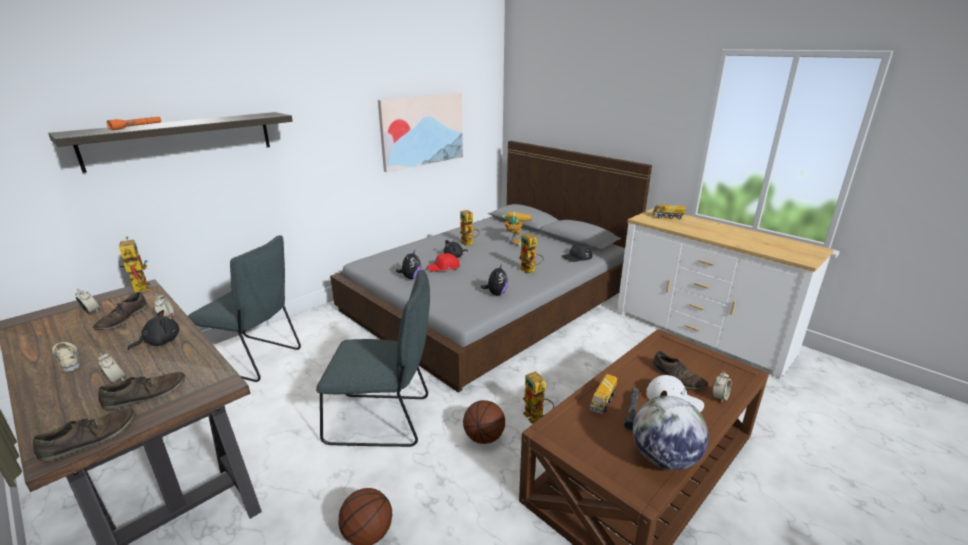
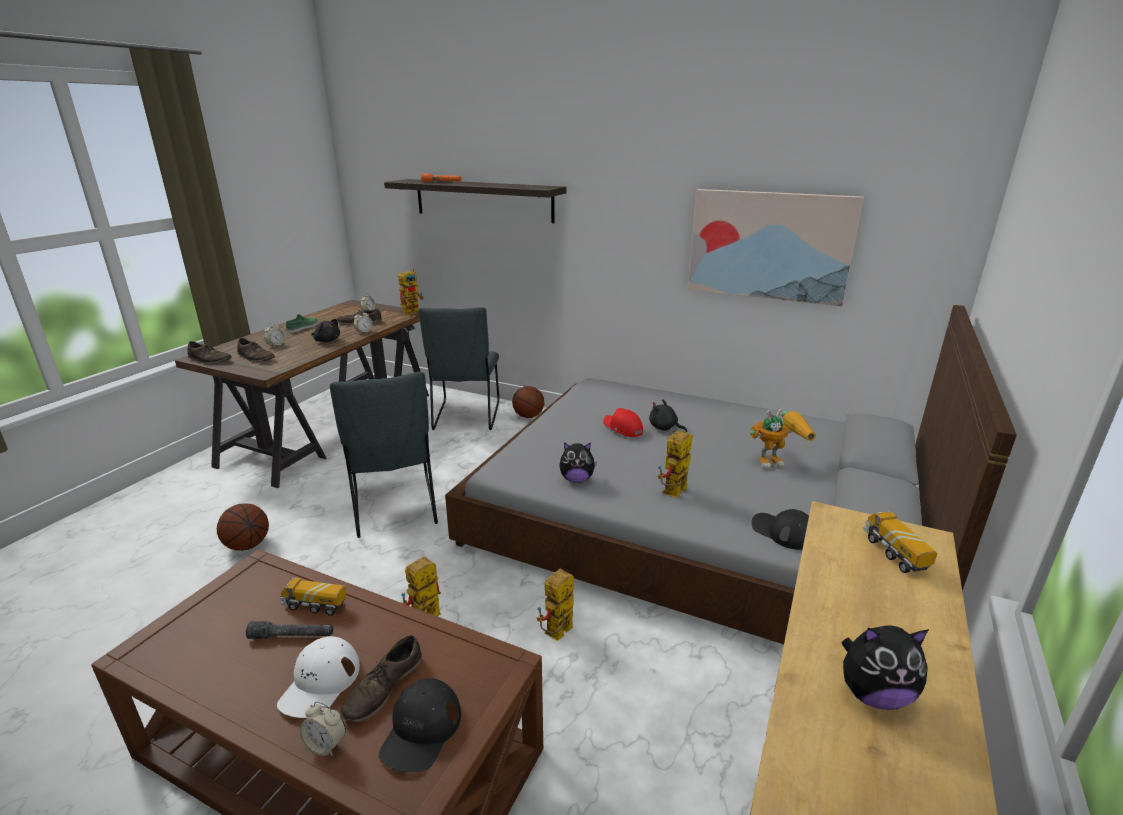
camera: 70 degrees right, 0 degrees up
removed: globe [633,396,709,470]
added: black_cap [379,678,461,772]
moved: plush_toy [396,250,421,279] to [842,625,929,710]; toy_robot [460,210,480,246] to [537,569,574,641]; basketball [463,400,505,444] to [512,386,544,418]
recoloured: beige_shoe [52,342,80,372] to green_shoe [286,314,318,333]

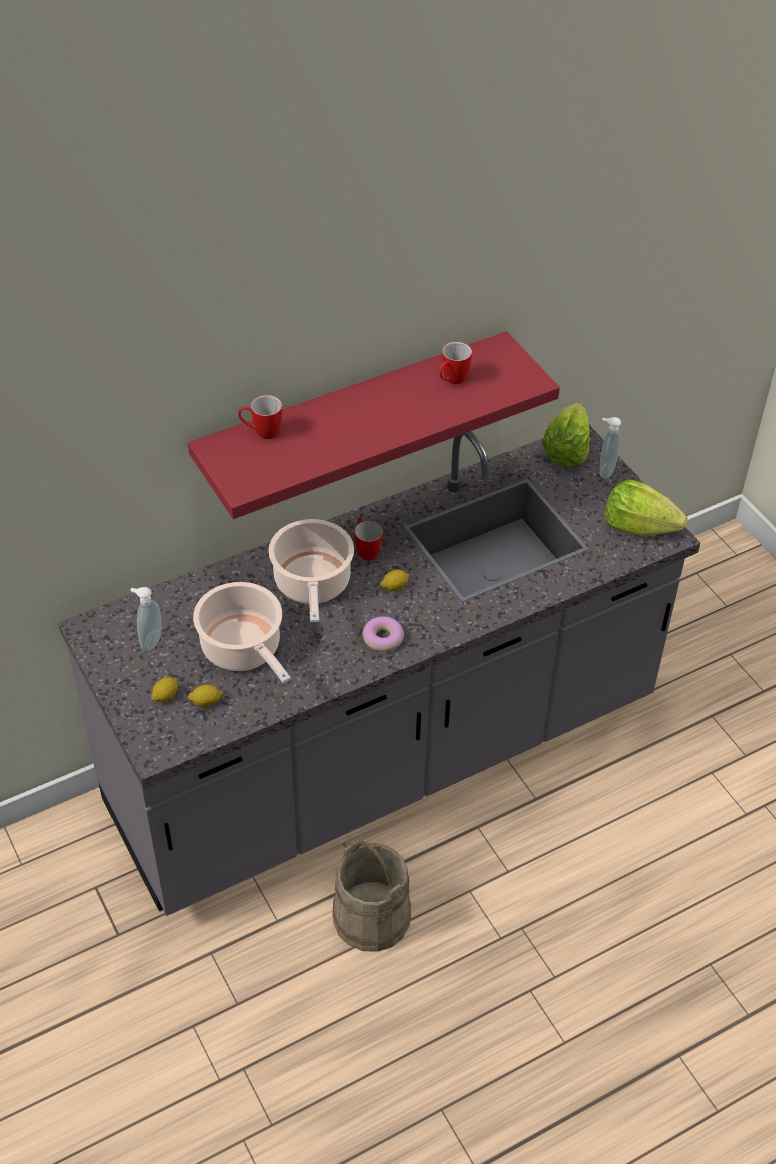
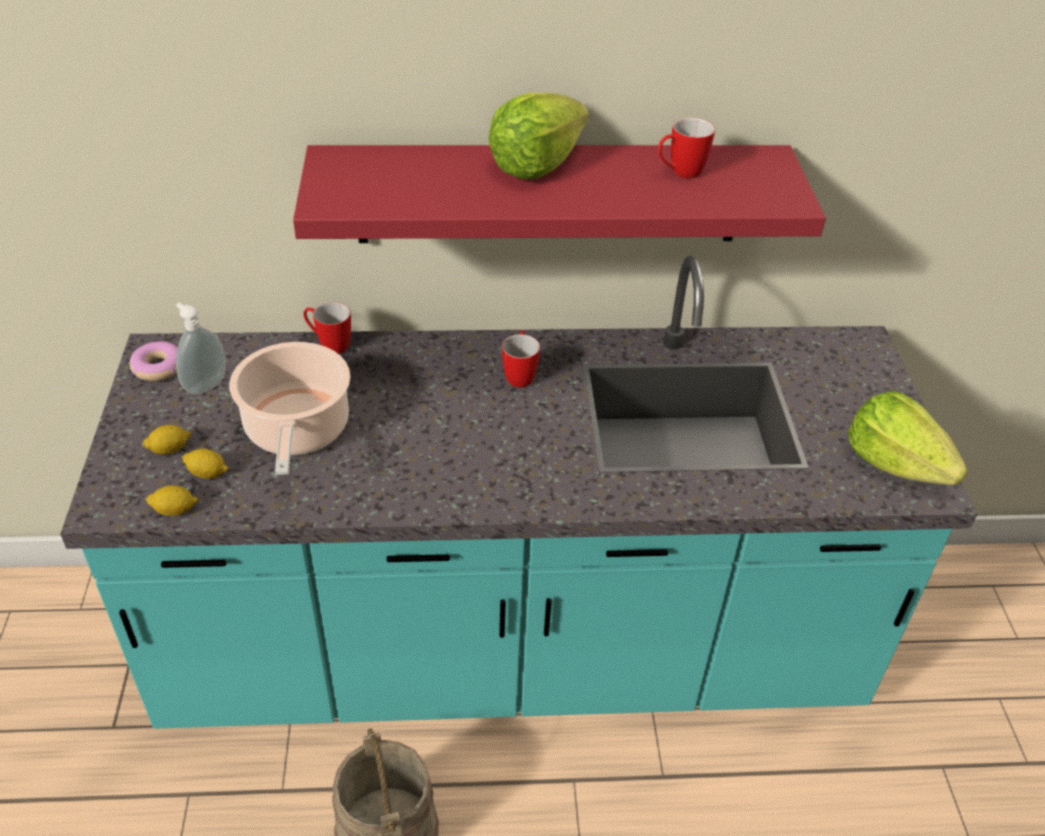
camera: 25 degrees right, 5 degrees down
removed: cooking_pot [268,519,354,622]; soap_dispenser [600,417,621,479]
moved: mug [238,395,282,439] to [304,302,351,354]; donut [362,616,404,652] to [130,341,178,381]; lemon [381,570,409,591] to [145,485,199,516]; lettuce [542,403,590,467] to [488,93,589,180]
recoloured: grey_counter [58,425,700,916] to turquoise_counter [60,256,977,729]

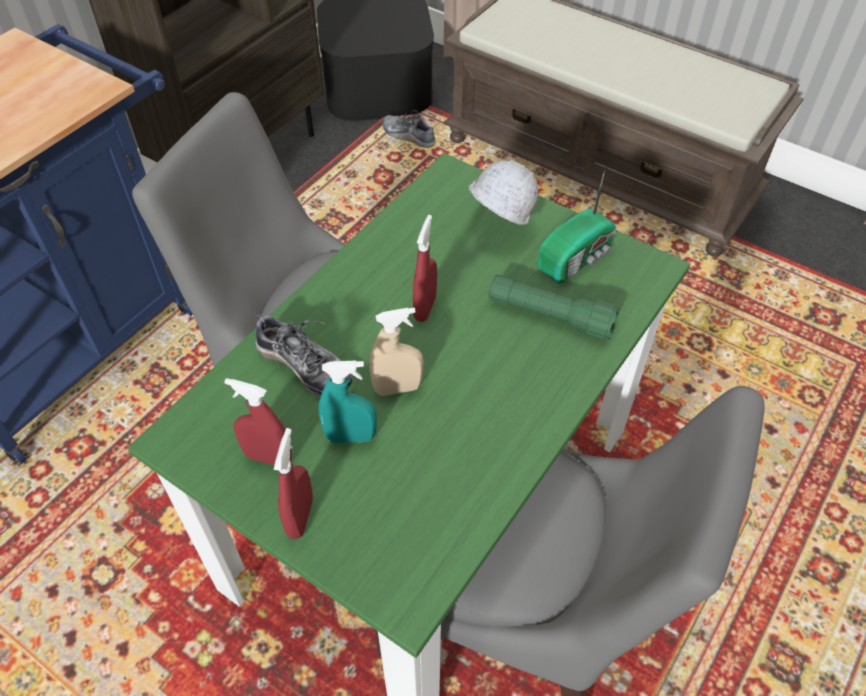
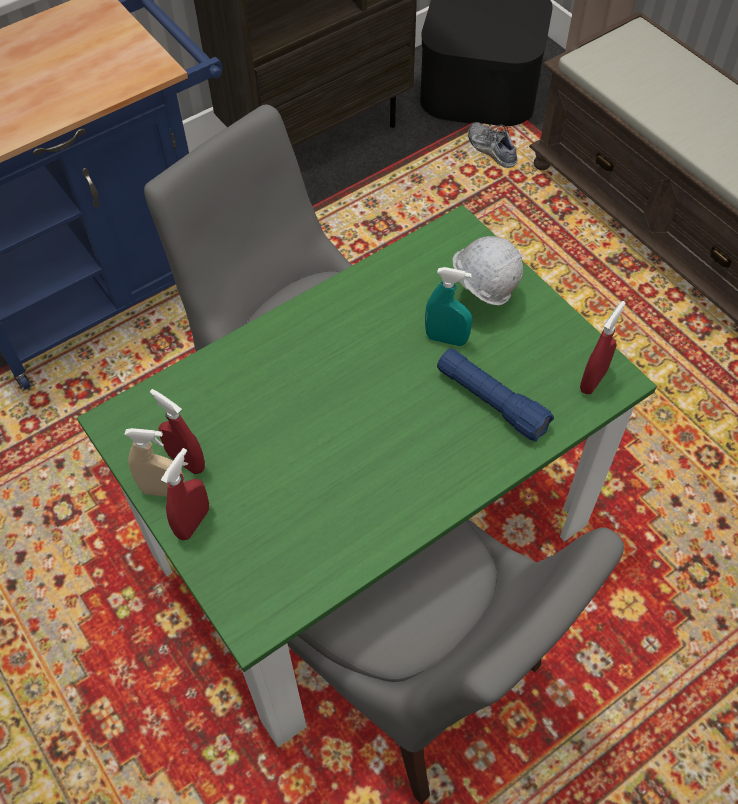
camera: 20 degrees right, 5 degrees up
removed: shoe [255,314,352,397]; radio [538,170,616,284]
moved: turquoise_spray_bottle [318,360,377,443] to [425,267,472,346]; beige_spray_bottle [369,307,424,396] to [124,428,185,497]; red_spray_bottle [413,215,437,322] to [580,301,626,394]
recoloured: green_flashlight [489,275,620,339] to blue_flashlight [437,348,554,442]

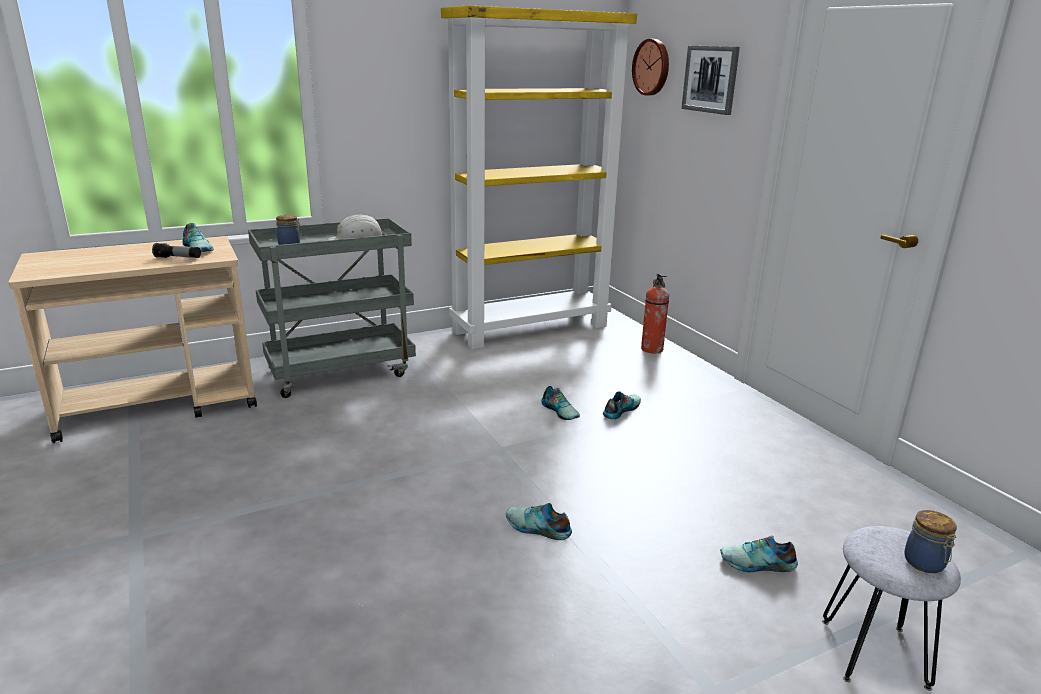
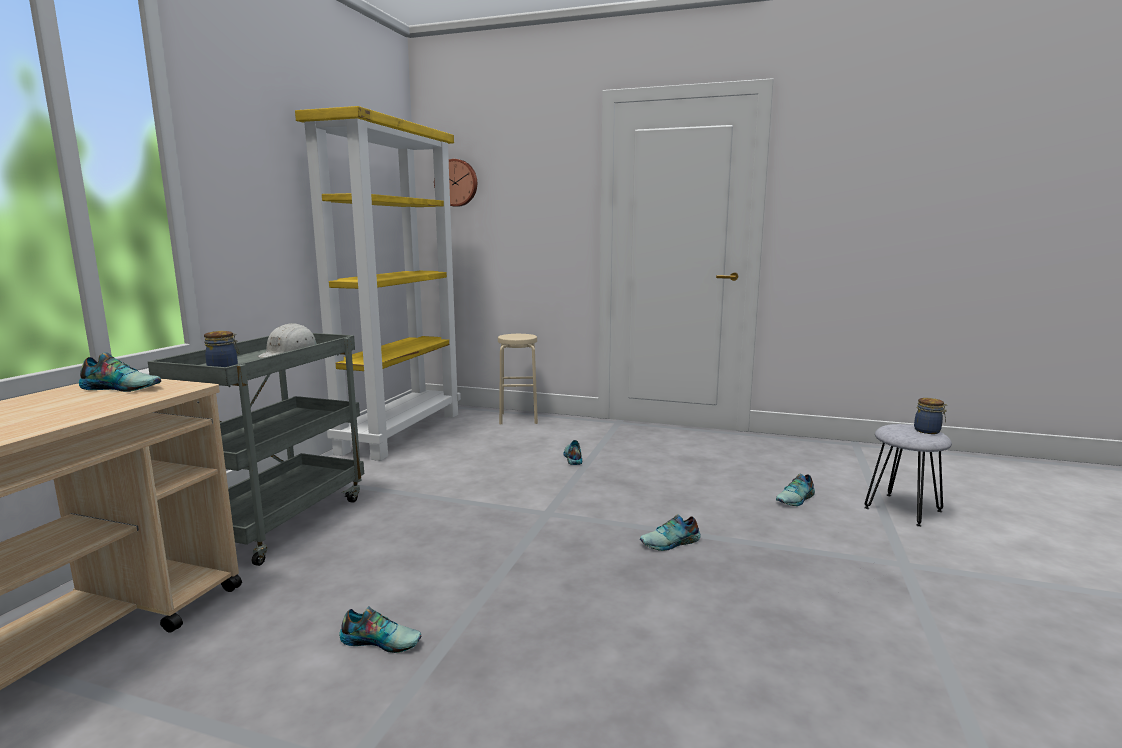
camera: 45 degrees left, 10 degrees down
removed: flashlight [152,243,201,258]; picture [681,46,740,115]
moved: shoe [541,386,580,420] to [339,606,422,653]
replaced: fire_extinguisher [641,274,669,353] to beige_stool [498,334,538,424]

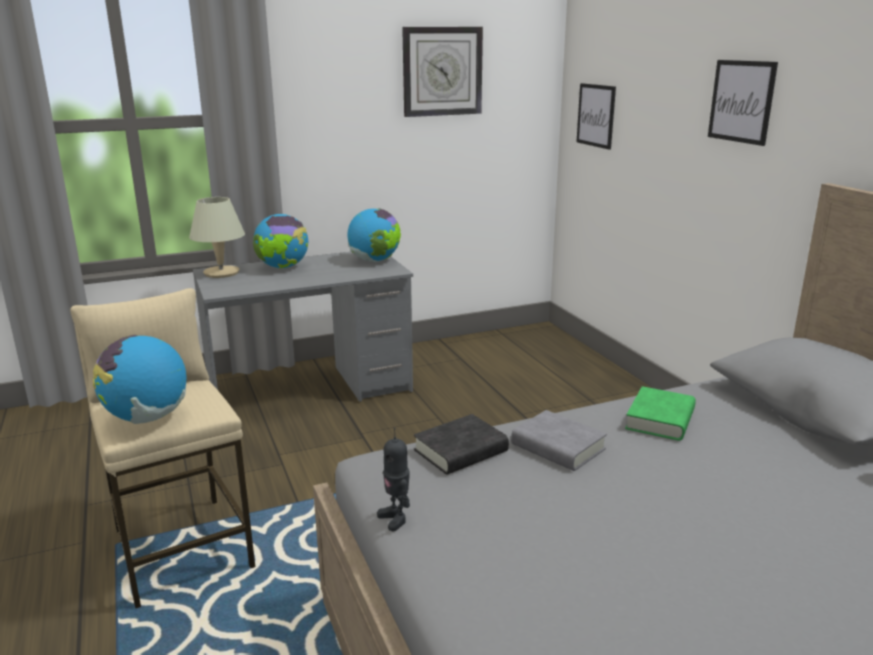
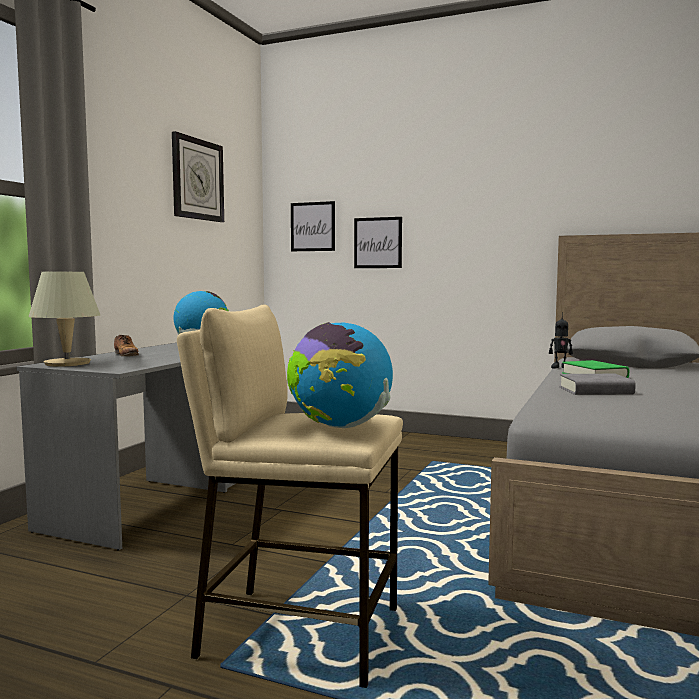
camera: 45 degrees left, 15 degrees down
removed: black_book [414,414,509,475]
moved: toy_robot [377,428,410,532] to [549,312,573,369]; picture [708,60,778,146] to [354,217,402,268]
replaced: globe [253,214,308,269] to shoe [114,335,139,356]

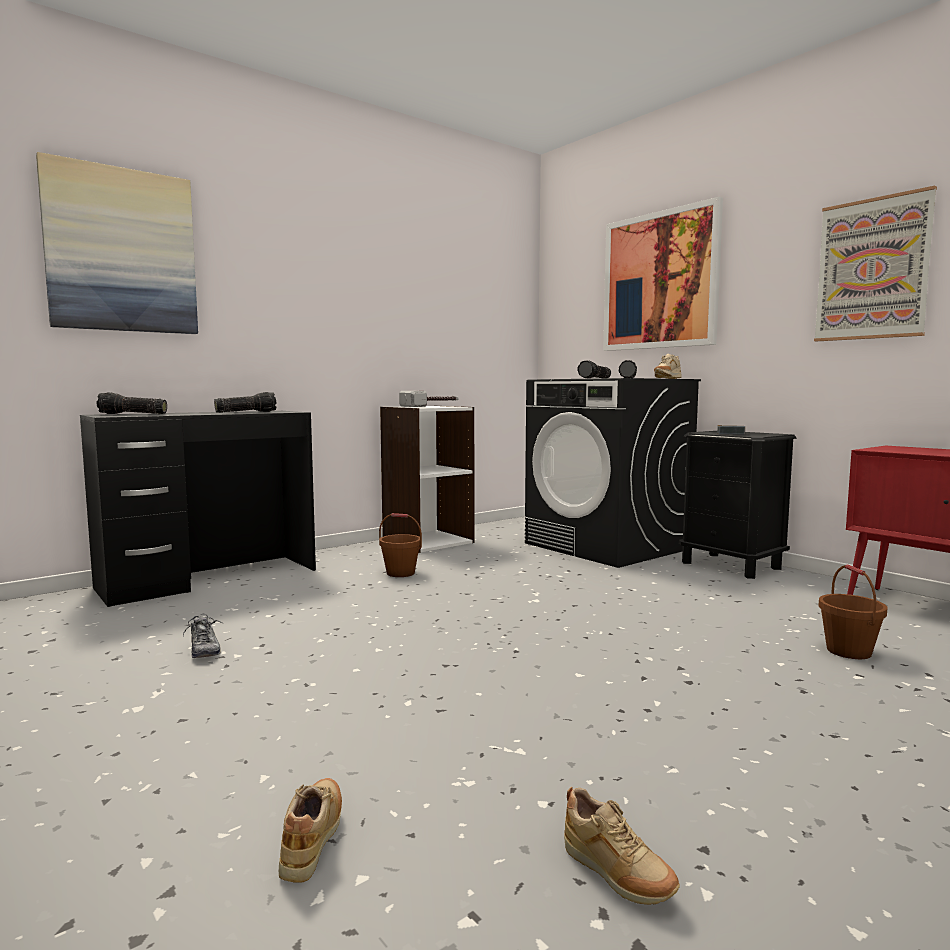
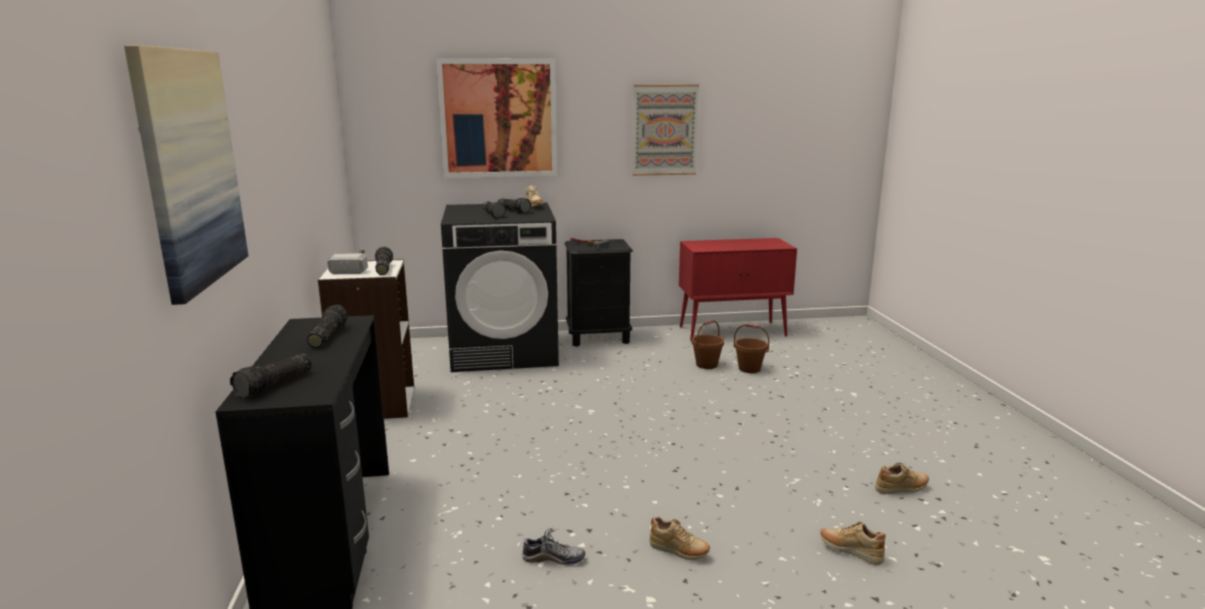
camera: 60 degrees left, 10 degrees up
added: flashlight [375,247,393,275]; beige_shoe [650,517,710,560]
moved: brown_bucket [379,513,422,577] to [692,320,724,369]

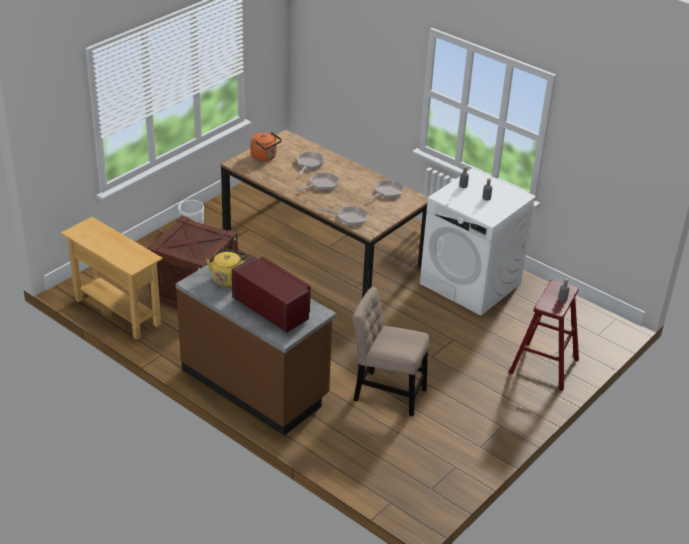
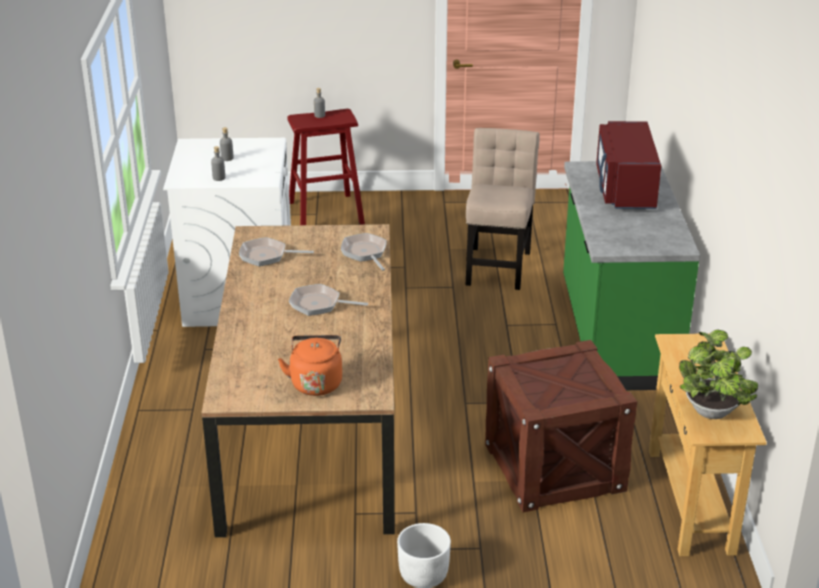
camera: 130 degrees left, 5 degrees down
removed: yellow_kettle [206,248,247,287]; frying_pan [297,152,324,175]
added: potted_plant [679,330,758,419]
recoloured: brown_counter [175,260,336,435] to green_counter [563,161,700,390]
turned: beige_chair [352,287,429,417] = [466,128,540,290] 150 degrees counterclockwise

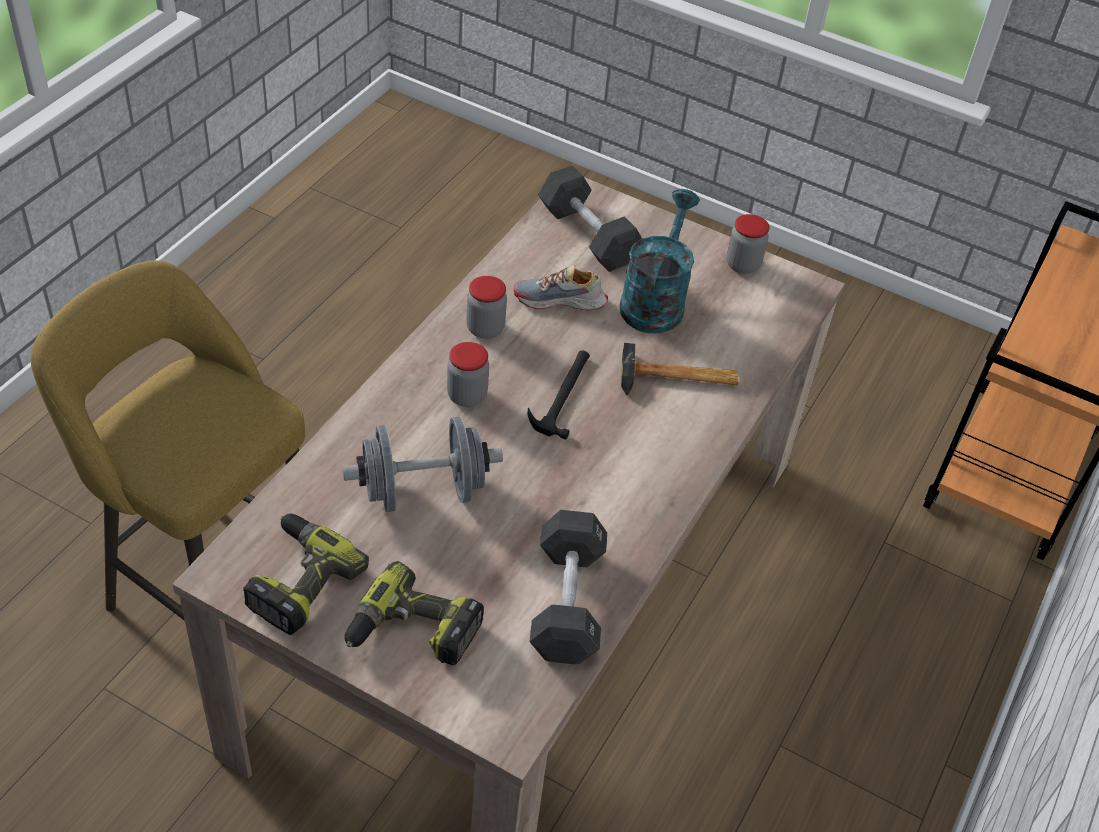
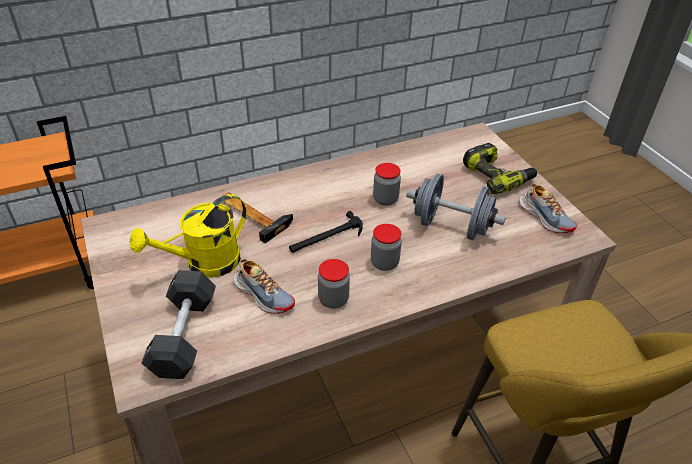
camera: 140 degrees left, 5 degrees down
removed: black_dumbbell [530,510,607,664]
moved: jar [726,214,769,274] to [373,163,401,206]
replaced: power_drill [243,514,369,635] to shoe [519,184,577,234]
recoloured: turquoise_watering_can [620,189,700,333] to yellow_watering_can [129,194,246,278]

